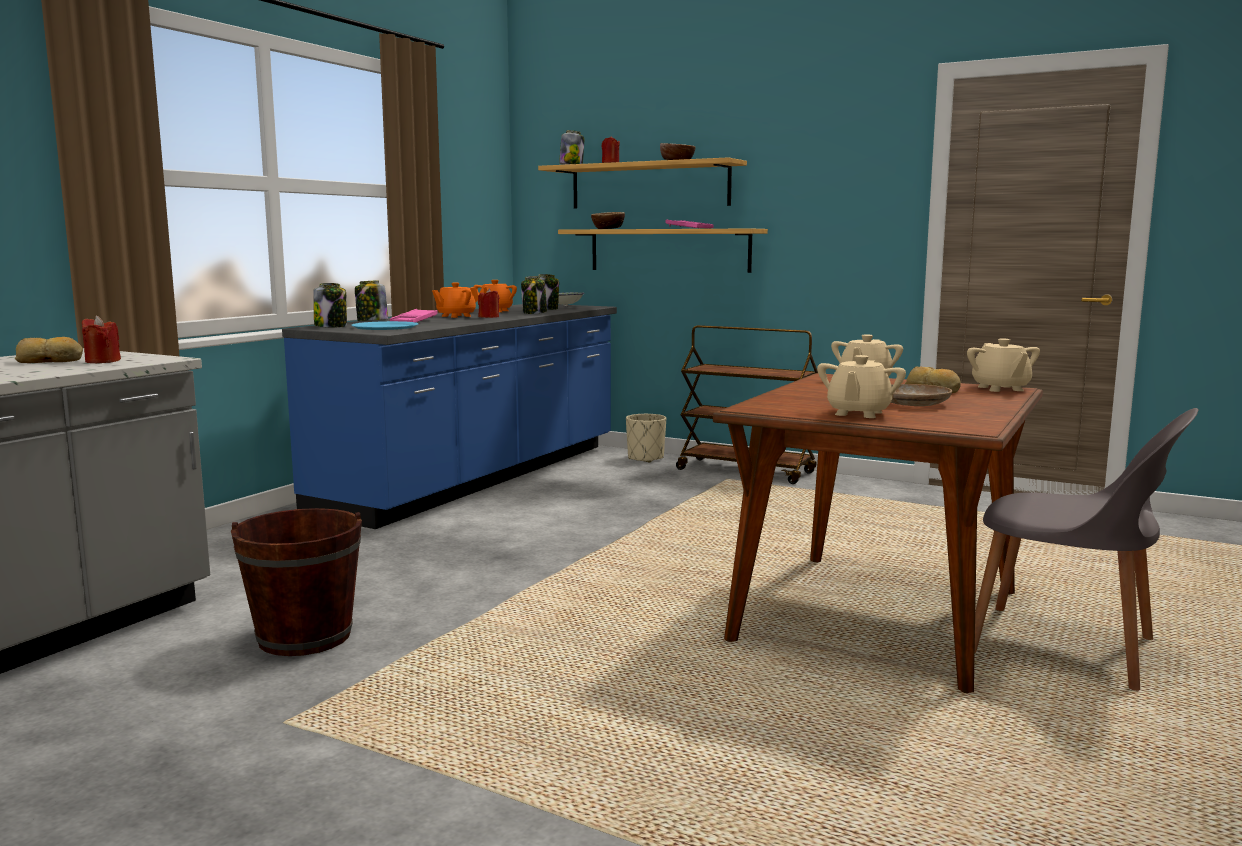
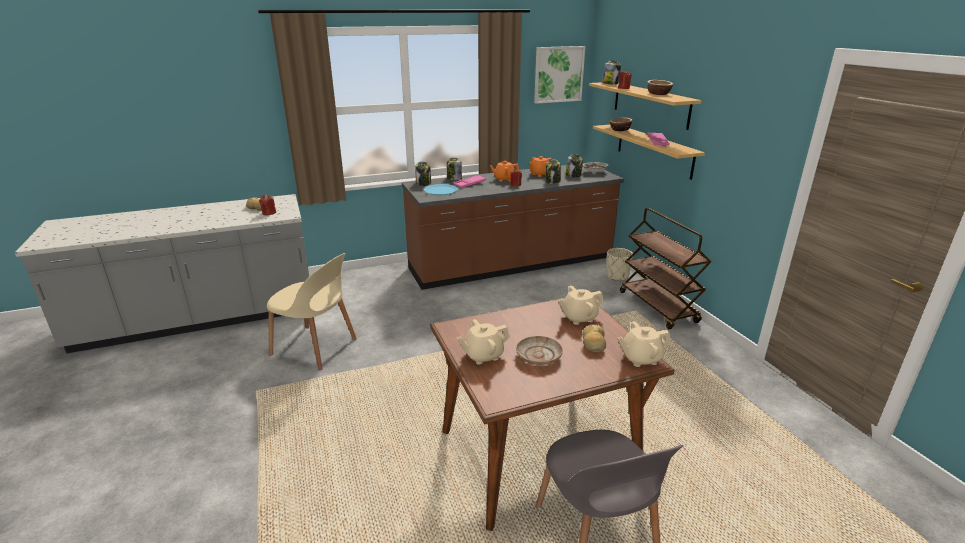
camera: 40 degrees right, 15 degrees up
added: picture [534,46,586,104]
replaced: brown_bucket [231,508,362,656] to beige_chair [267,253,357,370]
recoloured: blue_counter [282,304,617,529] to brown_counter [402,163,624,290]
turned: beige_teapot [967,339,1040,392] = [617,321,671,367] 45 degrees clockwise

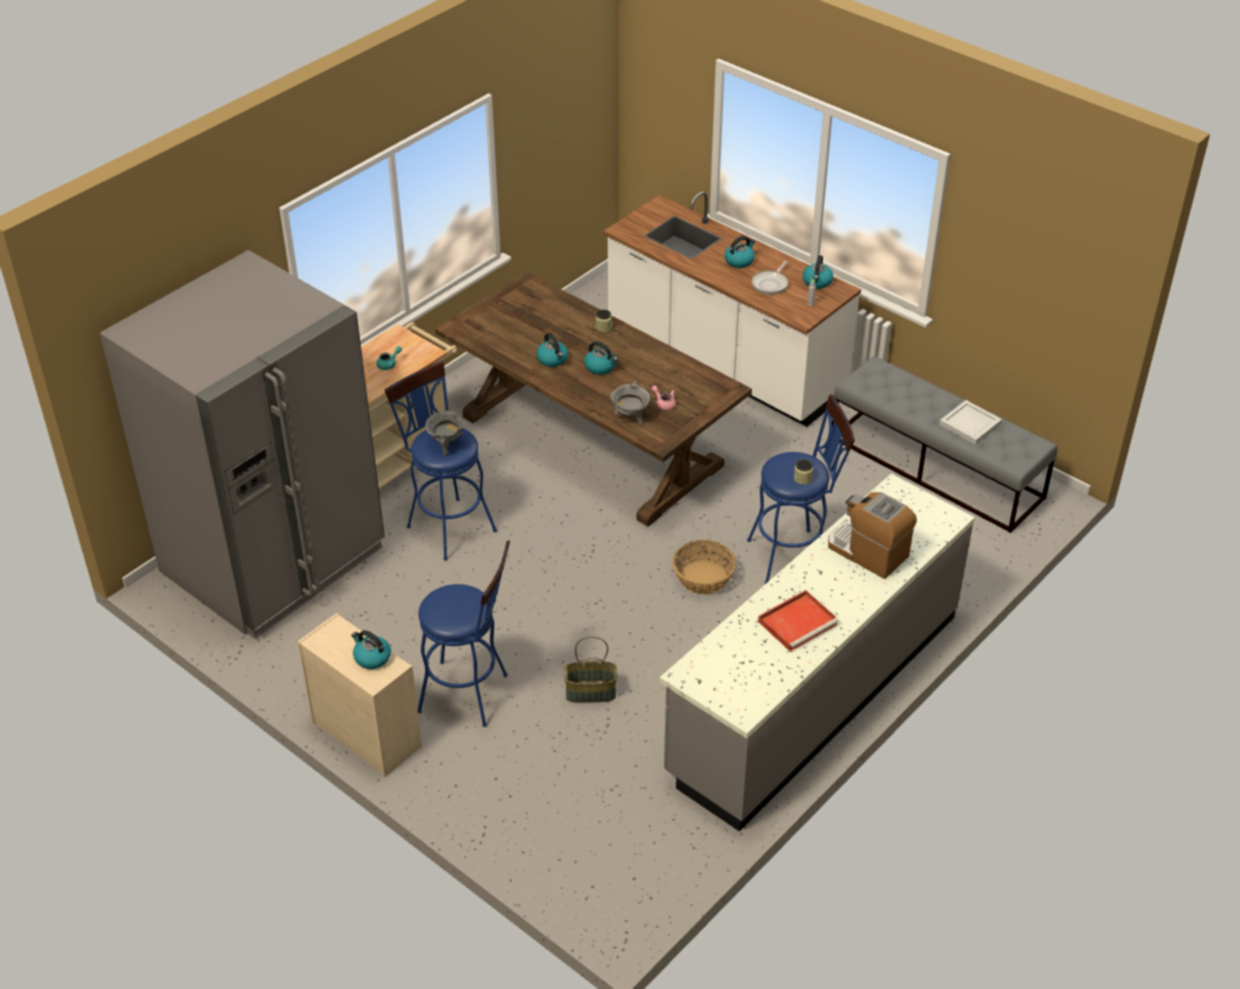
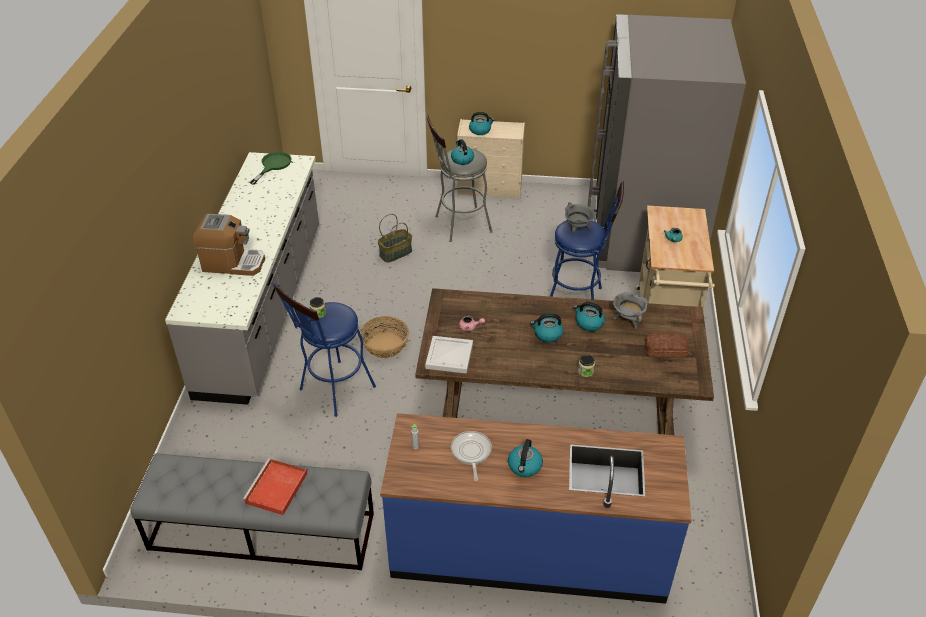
camera: 145 degrees right, 0 degrees up
added: green_frying_pan [249,152,292,185]; bread [645,333,689,357]
moved: grey_cooking_pot [610,381,650,425] to [613,292,648,331]; red_tray [758,590,839,651] to [242,458,308,515]; kettle [803,255,833,289] to [451,139,474,165]; white_tray [939,400,1002,445] to [425,336,473,374]
recoloured: blue_stool [418,540,510,727] to grey_stool [426,114,493,242]; white_counter [603,191,861,427] to blue_counter [380,413,692,604]

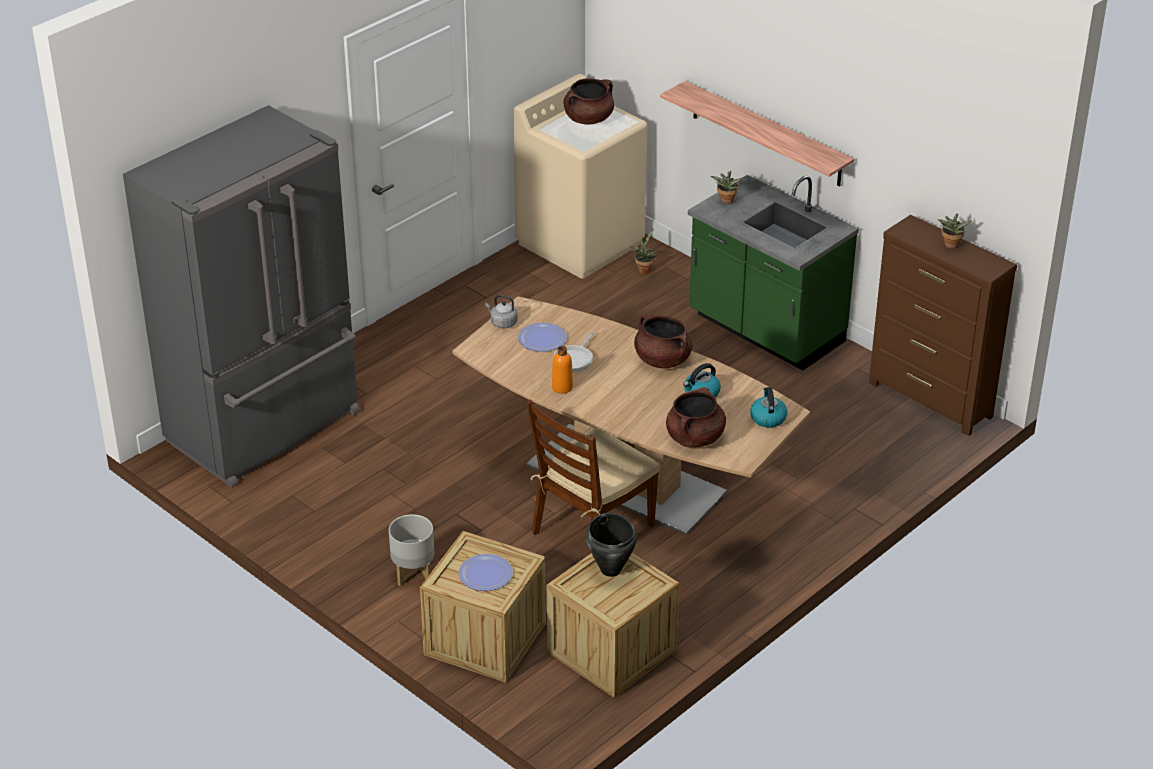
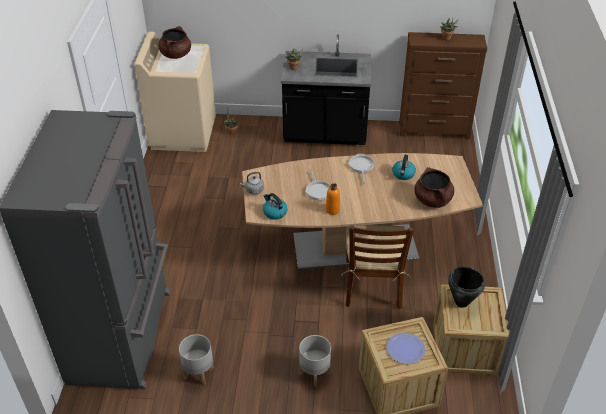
camera: 40 degrees left, 5 degrees up
removed: plate [518,322,567,352]; shelf [660,81,854,187]
added: grey_planter [179,334,214,385]
moved: kettle [750,387,787,428] to [263,193,288,220]
replaced: brown_cooking_pot [634,314,692,368] to frying_pan [348,154,375,184]
recoloured: green_counter [688,175,859,371] to black_counter [281,34,371,145]

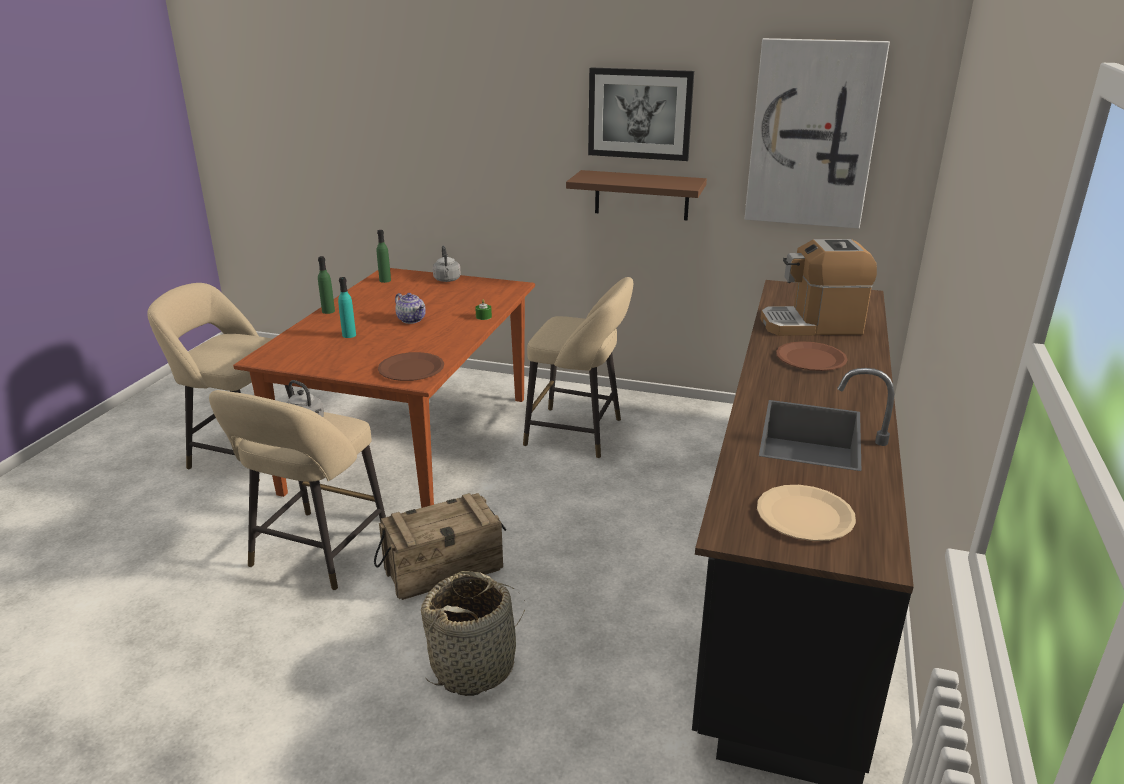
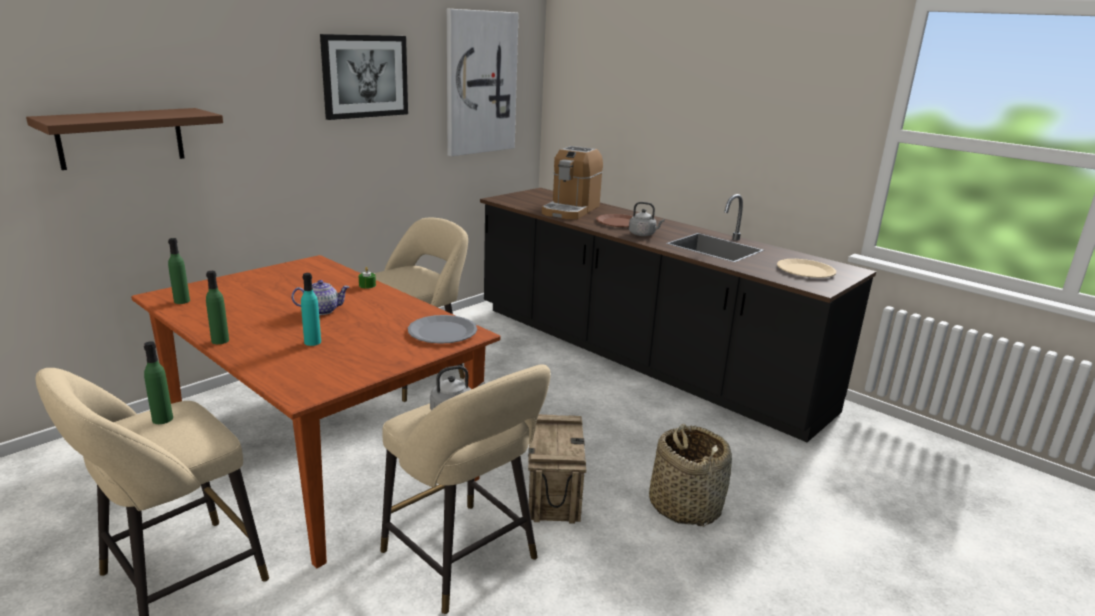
camera: 65 degrees left, 5 degrees down
added: green_bottle [144,341,173,424]
moved: grey_kettle [433,246,461,282] to [629,202,665,236]; brown_shelf [566,170,707,220] to [26,108,223,170]
recoloured: brown_plate [378,352,444,381] to grey_plate [408,315,477,344]

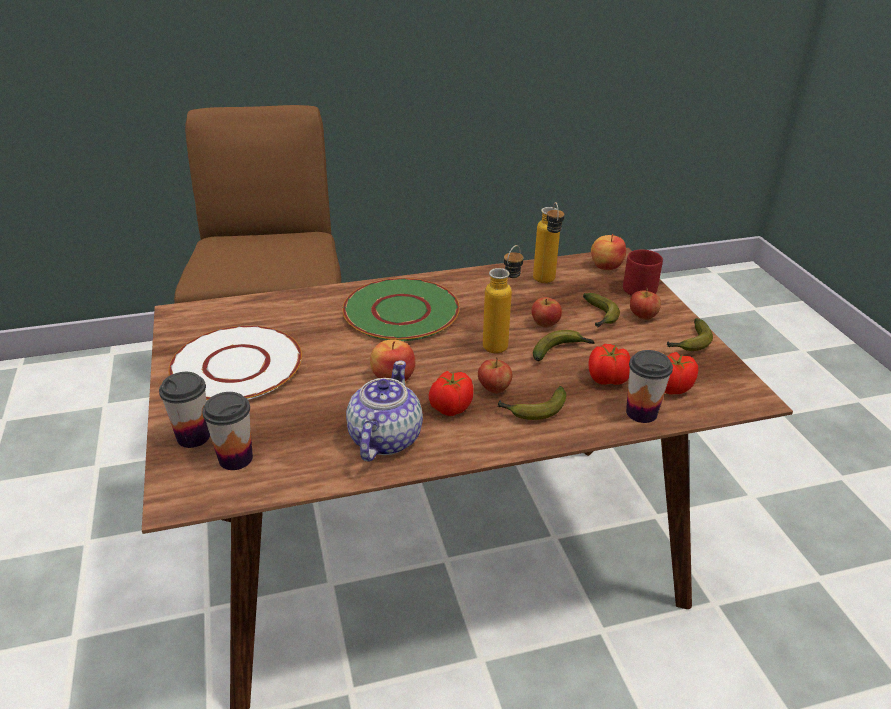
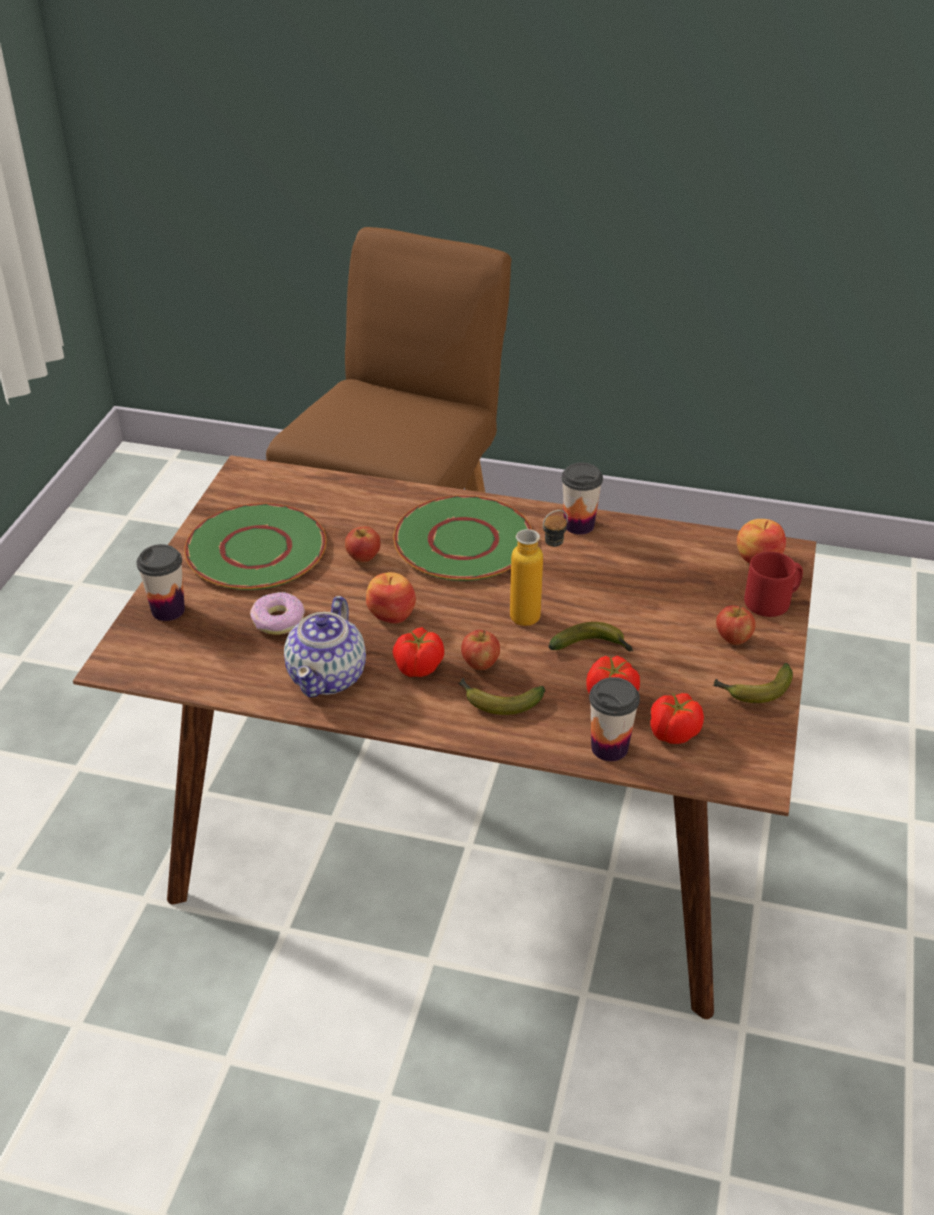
camera: 30 degrees right, 5 degrees up
removed: bottle [533,202,565,283]; banana [583,293,620,328]
added: donut [250,592,305,635]
moved: cup [202,392,253,470] to [561,463,603,535]; apple [531,297,562,328] to [345,526,380,562]
recoloured: white_plate [169,326,302,401] to green_plate [184,503,326,590]
turned: teapot [346,360,423,461] = [284,596,366,698] 150 degrees clockwise

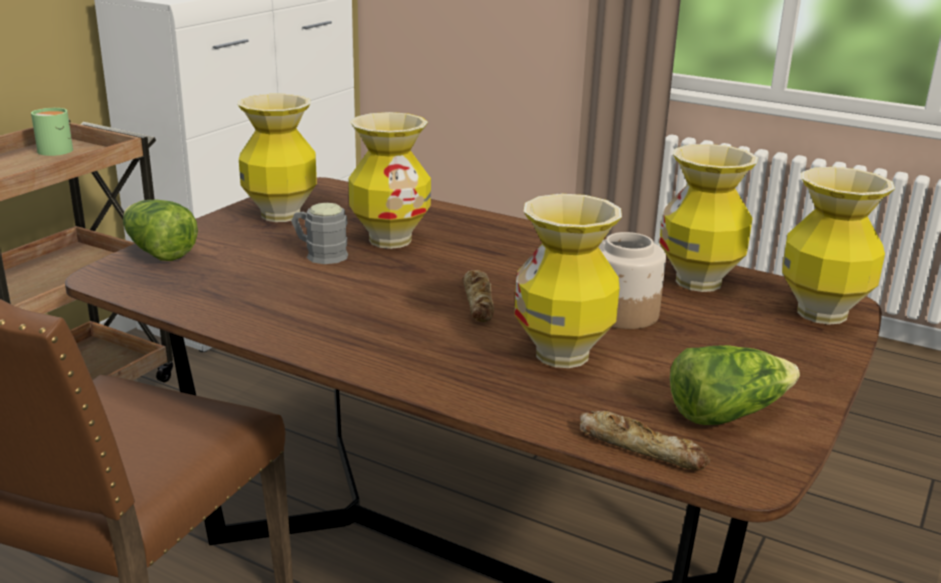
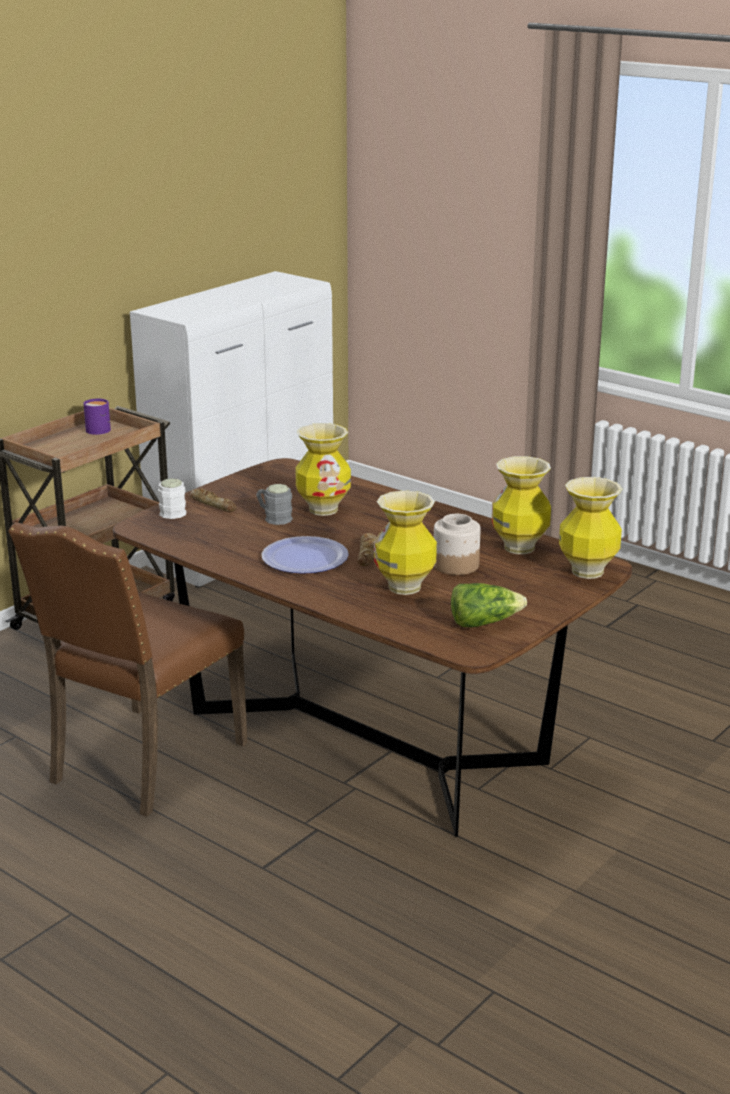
camera: 10 degrees right, 0 degrees up
removed: vase [238,94,317,222]
added: plate [262,536,349,574]
moved: bread [580,411,710,470] to [190,488,237,512]
replaced: lettuce [123,200,198,261] to white_mug [158,478,187,519]
recoloured: green_mug [31,108,73,156] to purple_mug [83,399,111,435]

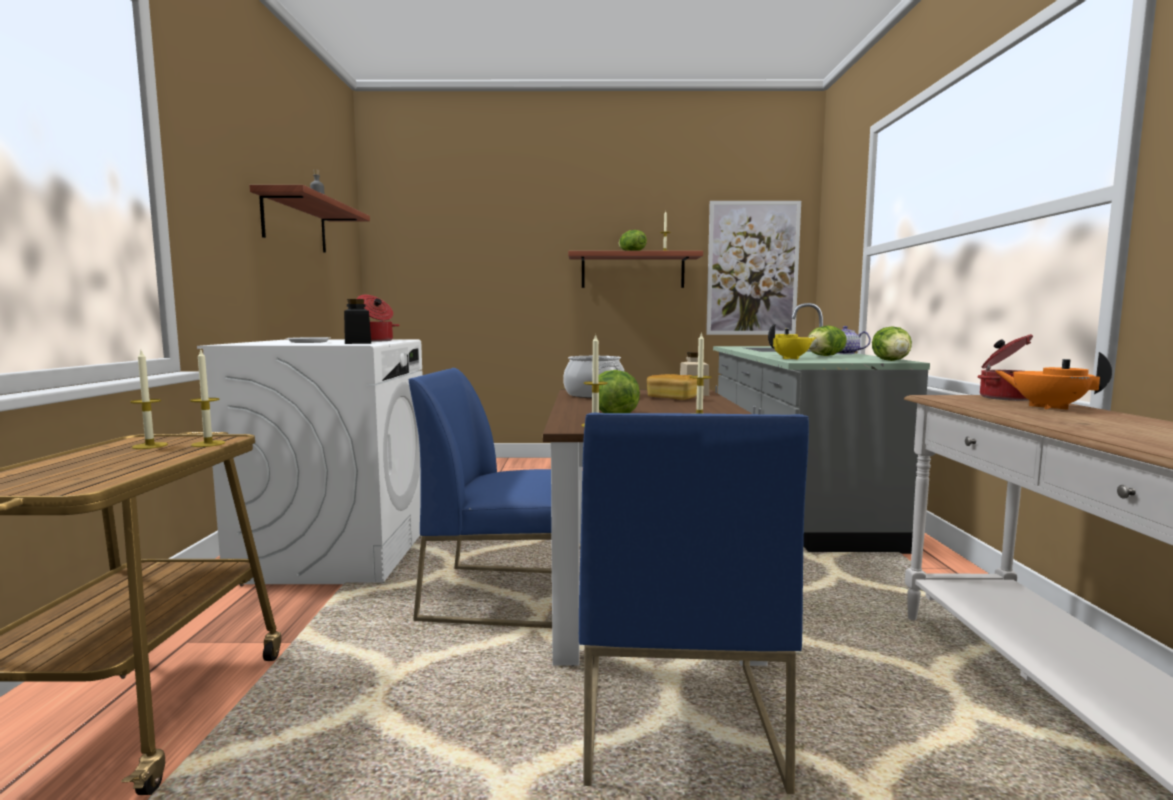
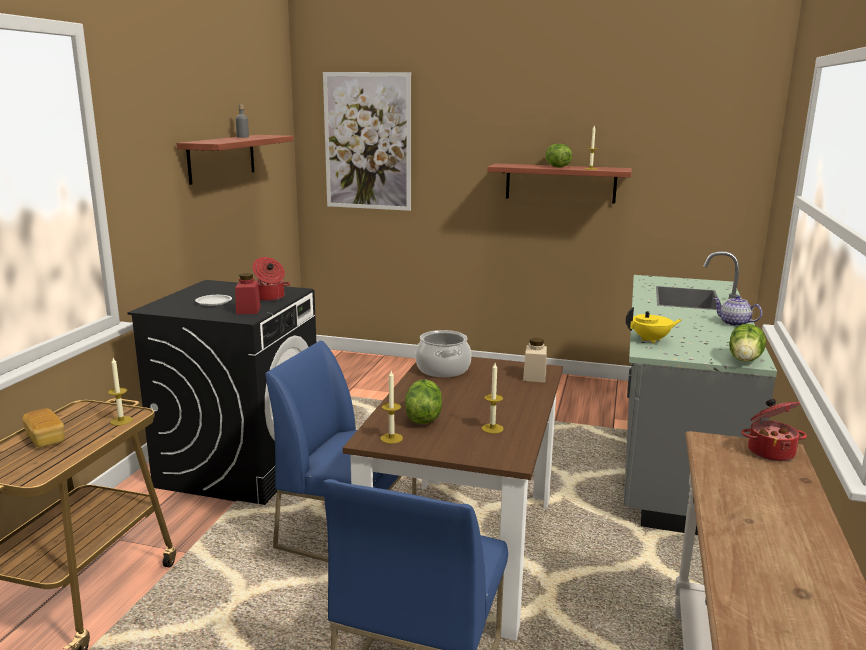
camera: 15 degrees right, 10 degrees up
removed: candle [130,351,168,449]; lettuce [808,326,846,356]; orange_teapot [995,352,1112,410]
moved: bread [647,374,697,400] to [22,409,64,448]; picture [706,201,801,335] to [323,72,411,211]
recoloured: white_washing_machine [197,340,422,584] to black_washing_machine [127,280,316,505]; black_jar [344,299,371,344] to red_jar [235,273,261,314]

